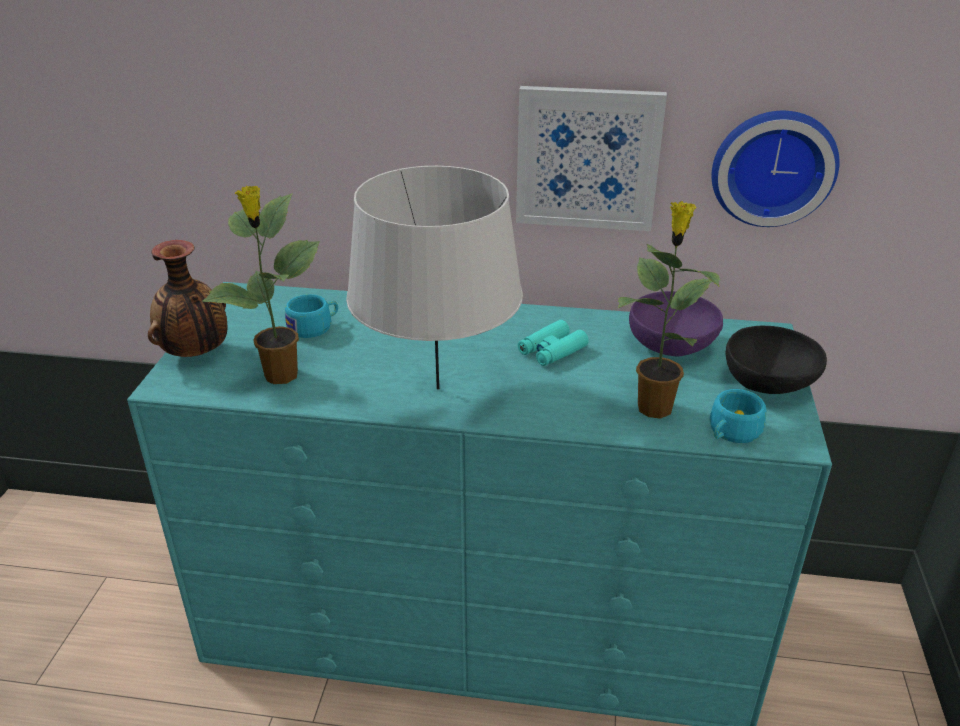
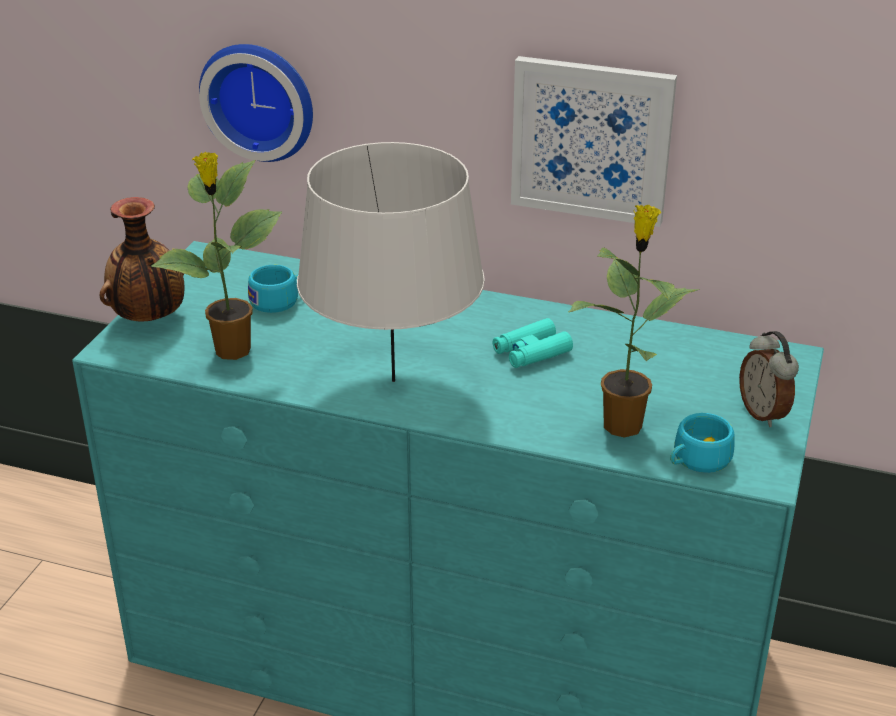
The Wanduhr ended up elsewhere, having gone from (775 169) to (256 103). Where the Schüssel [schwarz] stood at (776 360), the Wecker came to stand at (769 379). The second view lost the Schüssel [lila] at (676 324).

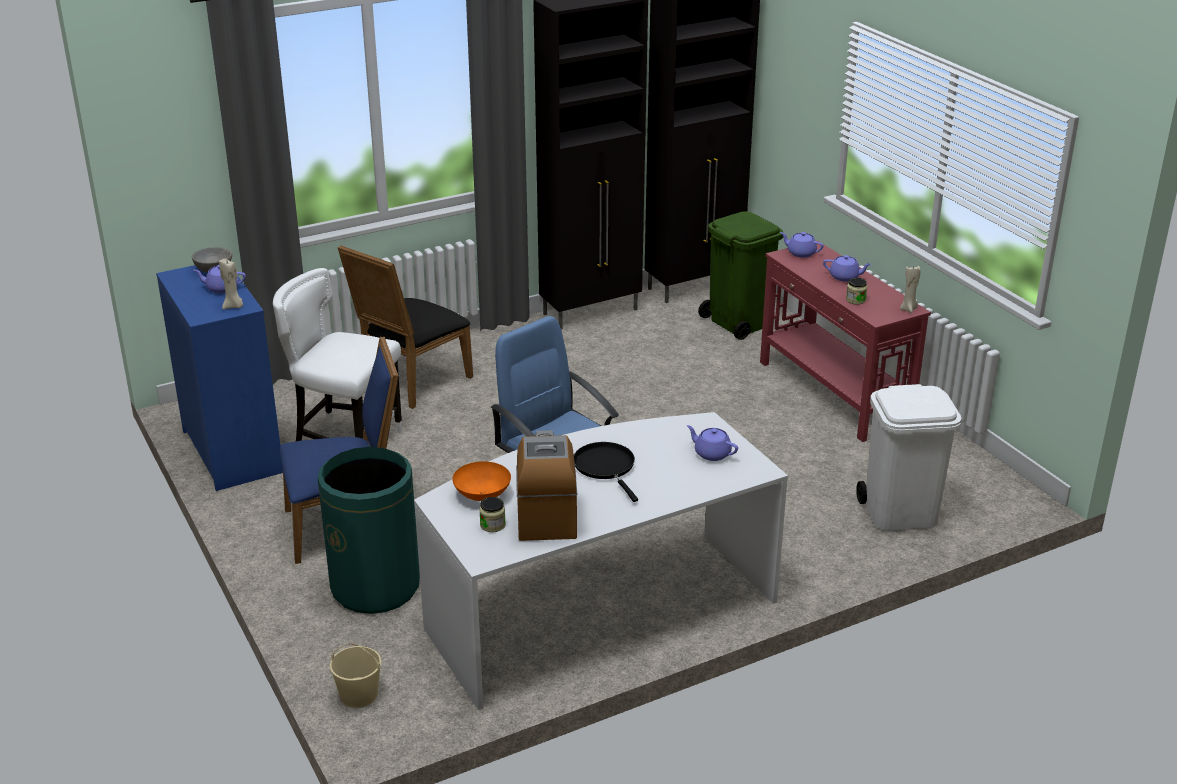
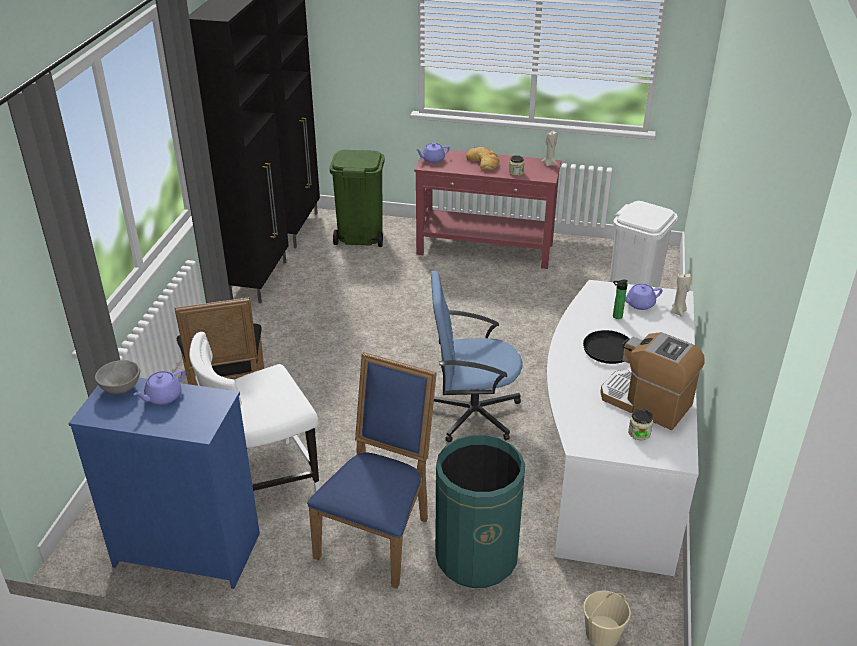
Where the Teekanne [lila] stood at (847 268), the Brot came to stand at (483 159). The second view gained the Flasche at (620 299). The Kerze [beige] ended up elsewhere, having gone from (231 283) to (680 295). The second view lost the Schüssel [orange] at (481 481).

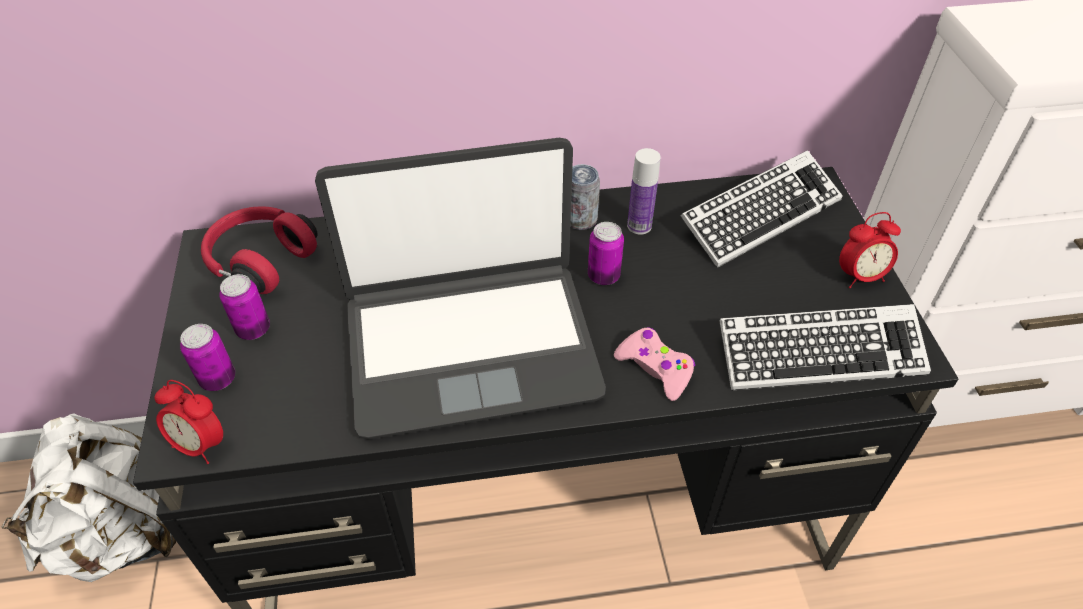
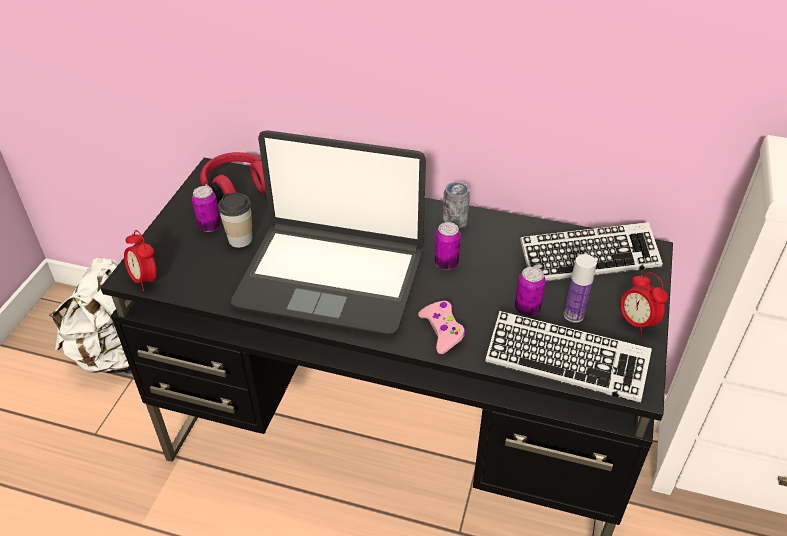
The second view gained the Tasse at (235 220). The Dose ended up elsewhere, having gone from (207 357) to (530 291). The Flasche ended up elsewhere, having gone from (644 191) to (580 288). The Wecker at (870 250) ended up facing another way, 45 degrees clockwise from before.

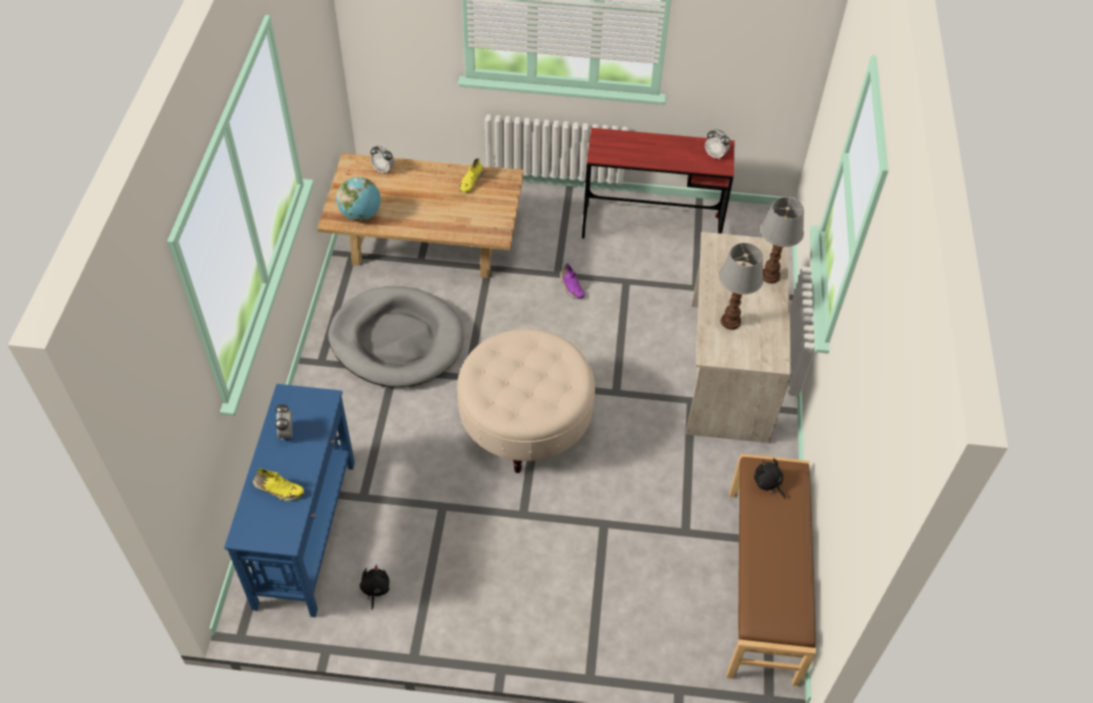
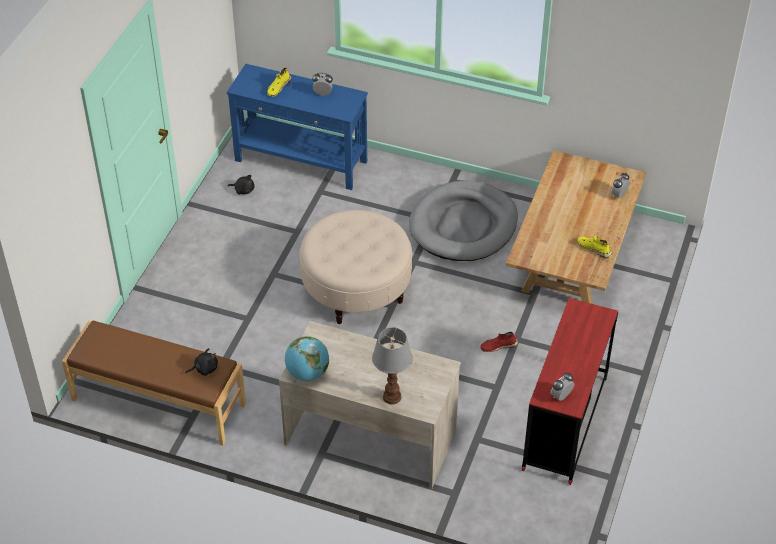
The Globus ended up elsewhere, having gone from (358 199) to (307 358). What was the Schuh [lila] at (572 281) turned into the Schuh [rot] at (499 342). The second view lost the Tischlampe at (741 286).

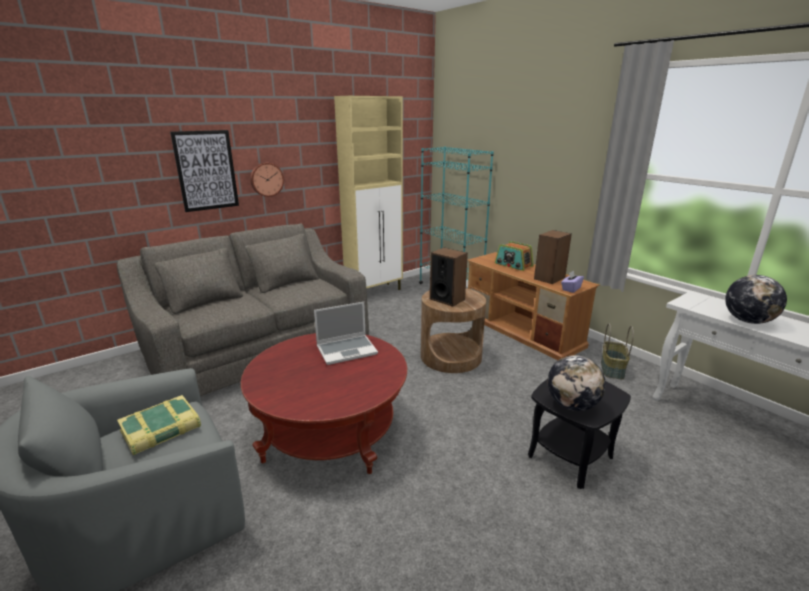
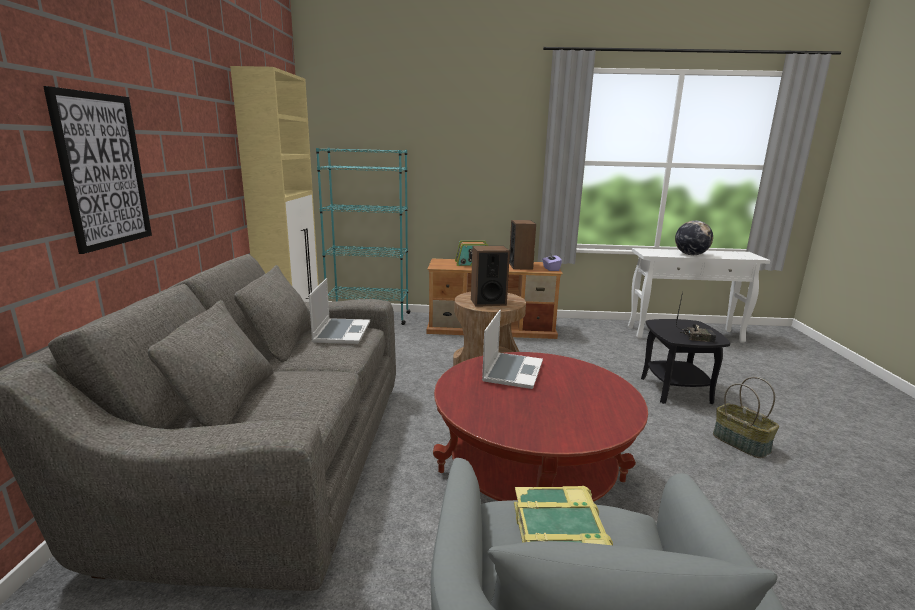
The second view gained the Laptop at (339 311). Where the Globus stood at (577 383), the Radio came to stand at (696 317). The Korb ended up elsewhere, having gone from (617 351) to (746 417). The second view lost the Wanduhr at (267 179).

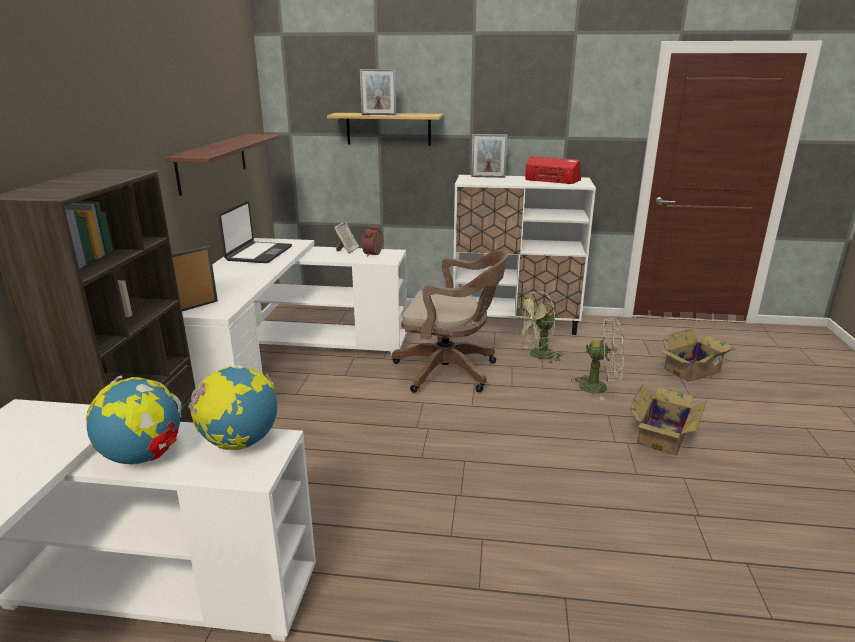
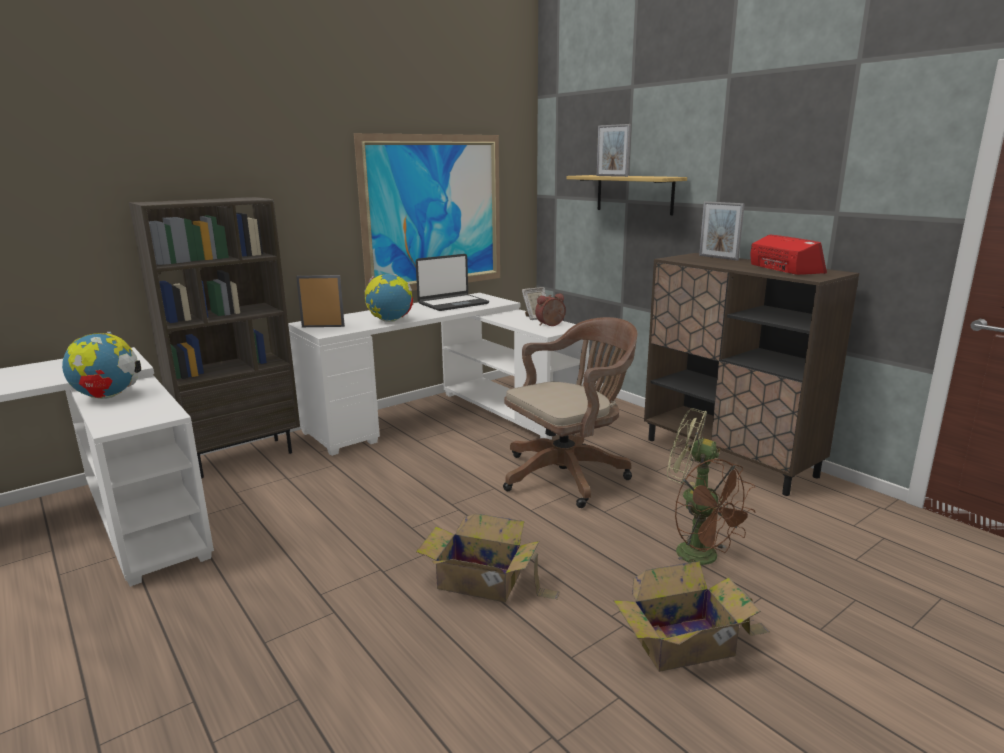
Where the Wandregal hung at (222 165), the Bild came to hang at (427 212). The Globus ended up elsewhere, having gone from (232 407) to (388 298). The Karton ended up elsewhere, having gone from (697 355) to (488 557). The Bürostuhl [braun] at (450 321) ended up facing another way, 90 degrees counterclockwise from before. What was the Schrank [weiß] at (524 255) turned into the Schrank [braun] at (751 374). What was the Ventilator [grün] at (597 359) turned into the Ventilator [braun] at (715 512).

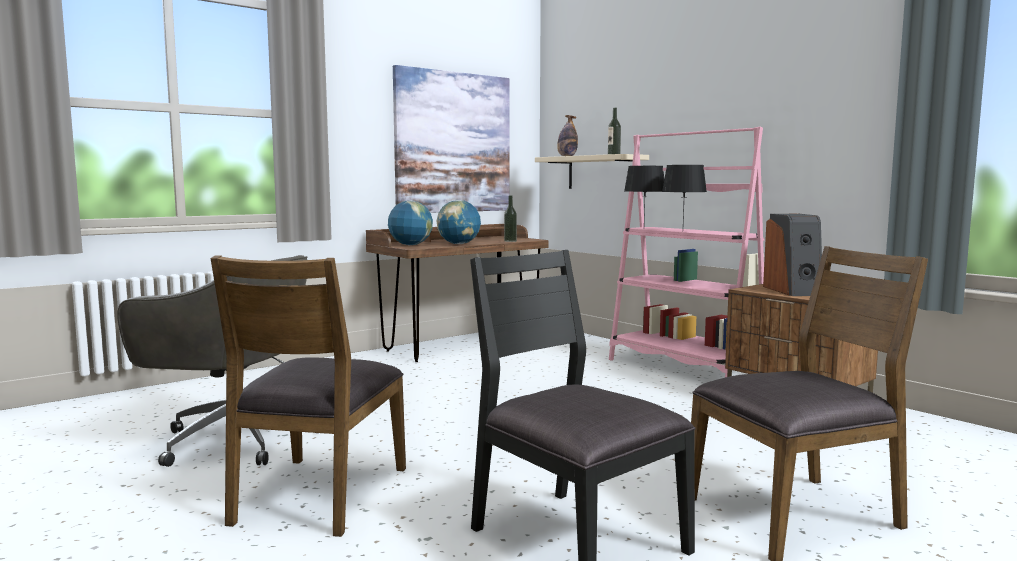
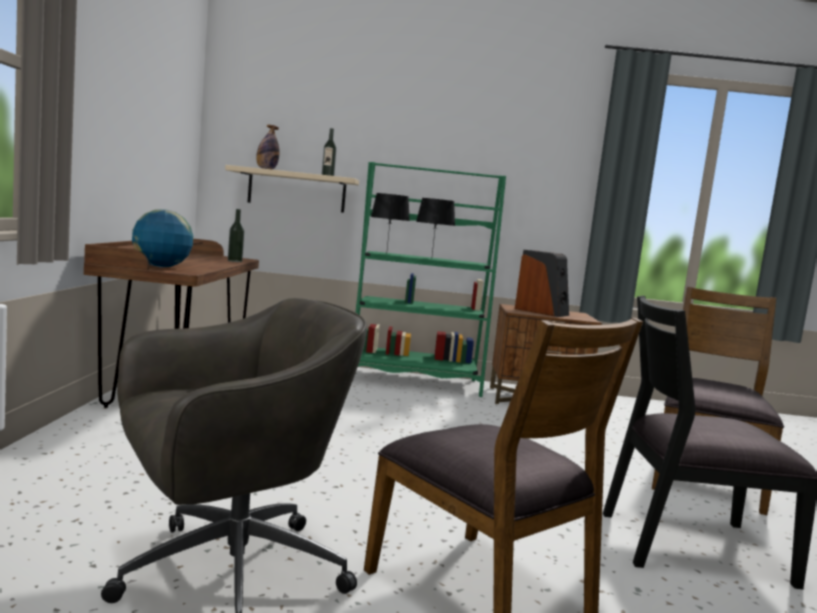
What was the Bücherregal [rosa] at (686 252) turned into the Bücherregal [grün] at (431 279). The second view lost the Bild at (451 139). The second view lost the Globus at (459 222).

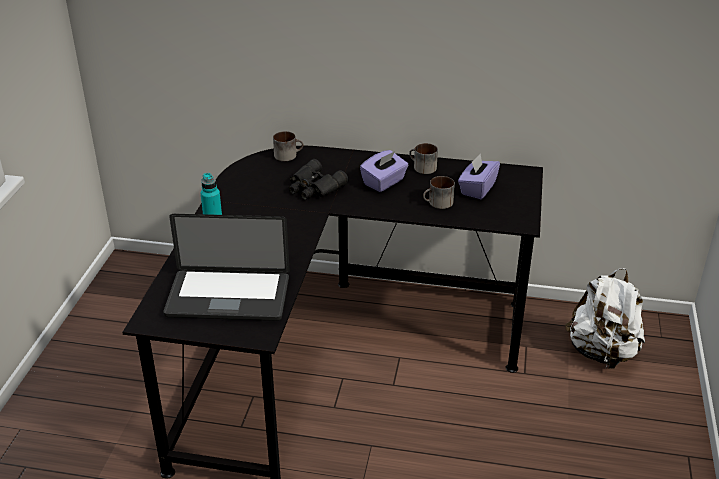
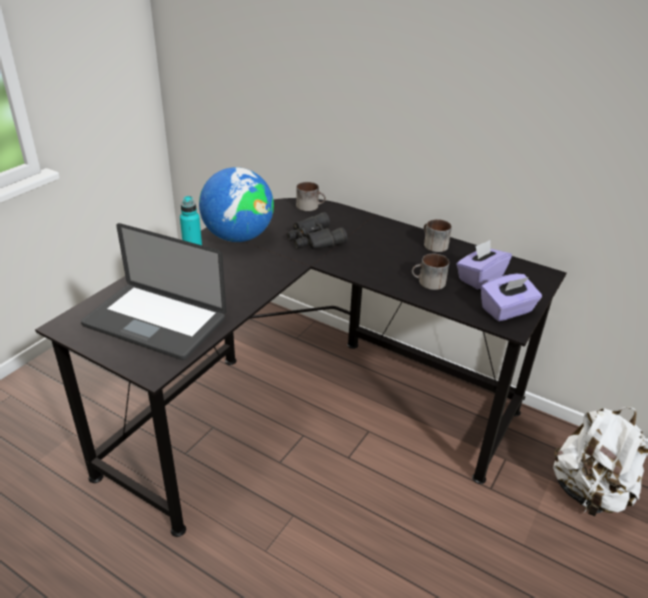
The second view gained the Globus at (236 204). The Taschentuchbox [lila] ended up elsewhere, having gone from (384 171) to (511 297).

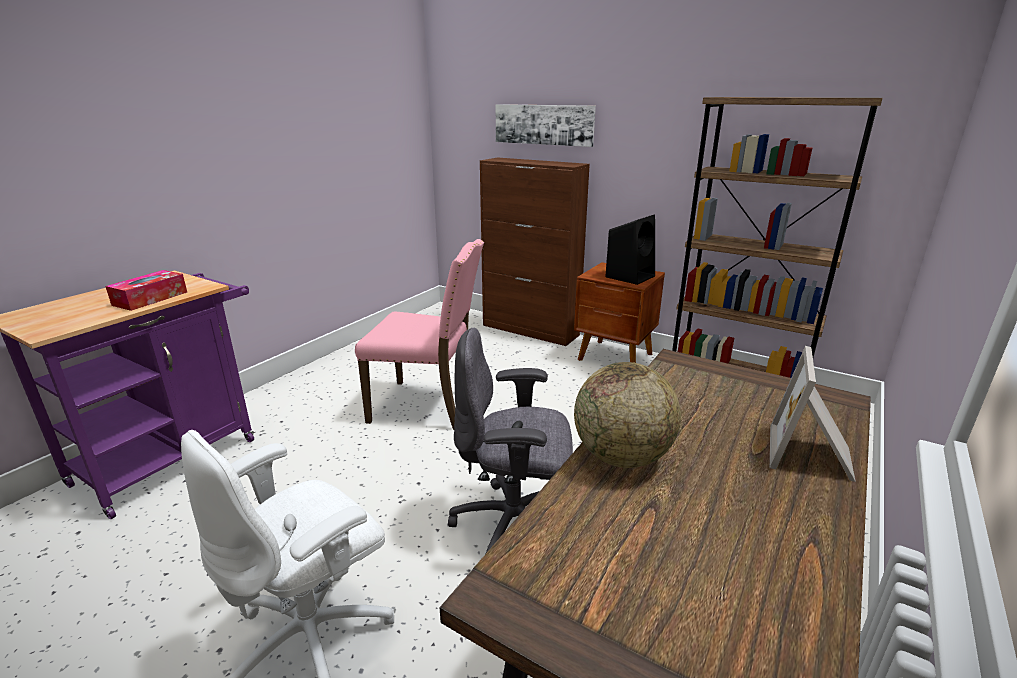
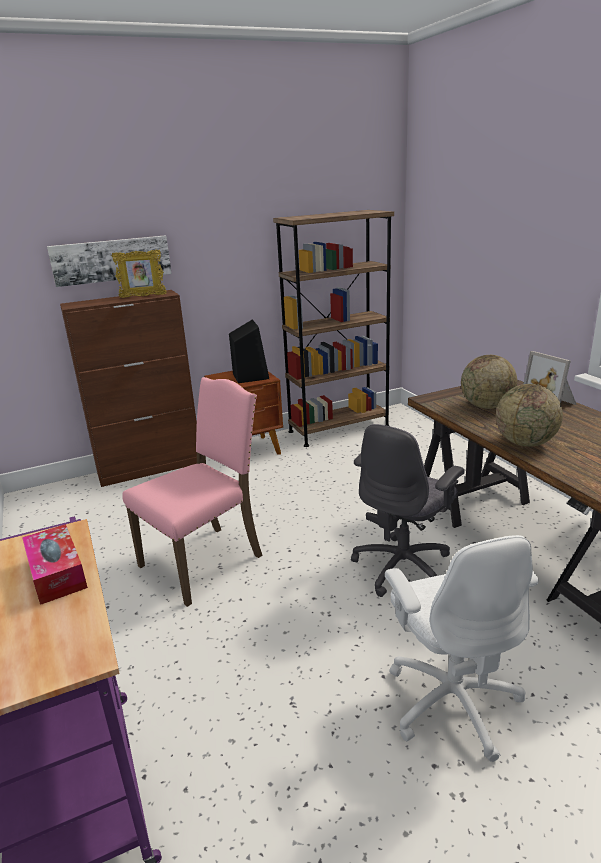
The second view gained the Bilderrahmen at (139 274). The second view gained the Globus at (489 382).

